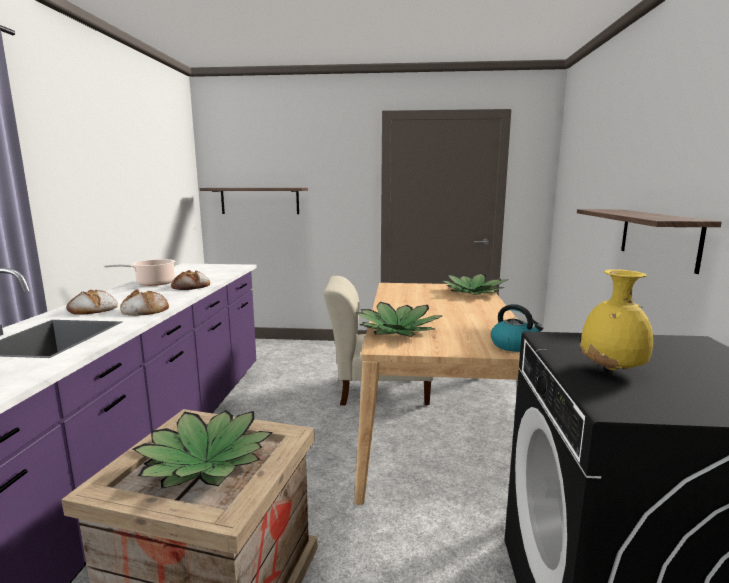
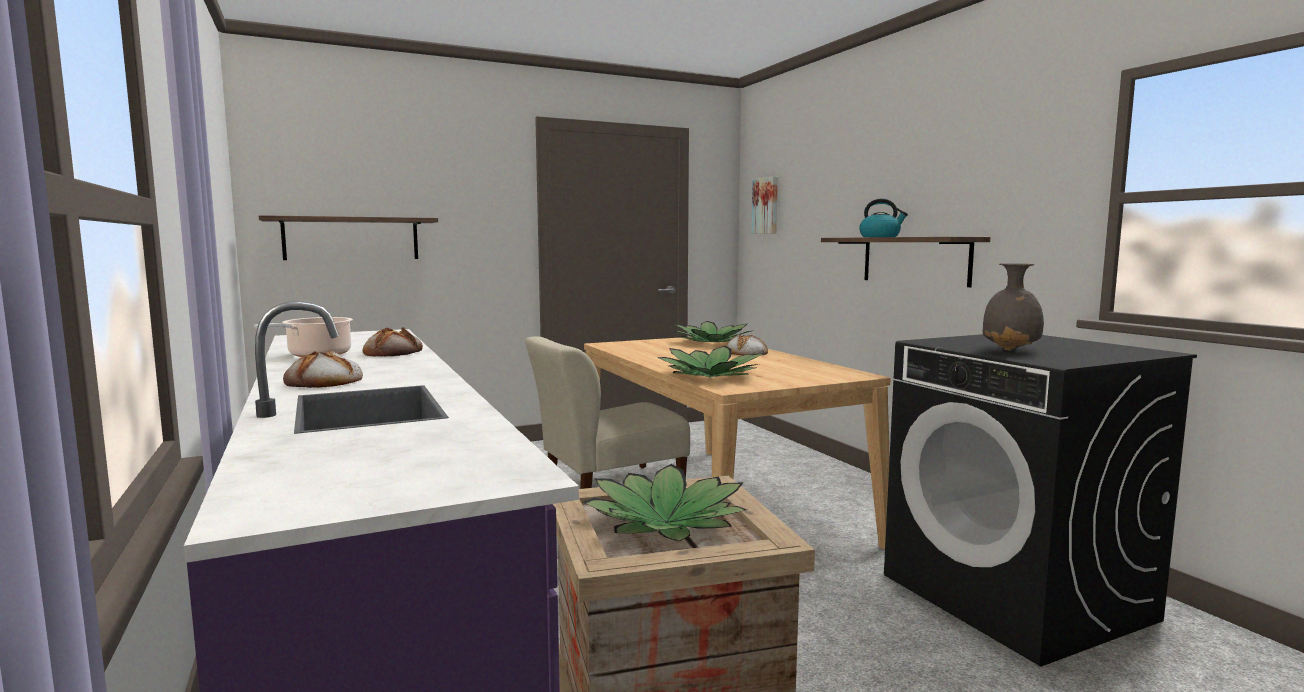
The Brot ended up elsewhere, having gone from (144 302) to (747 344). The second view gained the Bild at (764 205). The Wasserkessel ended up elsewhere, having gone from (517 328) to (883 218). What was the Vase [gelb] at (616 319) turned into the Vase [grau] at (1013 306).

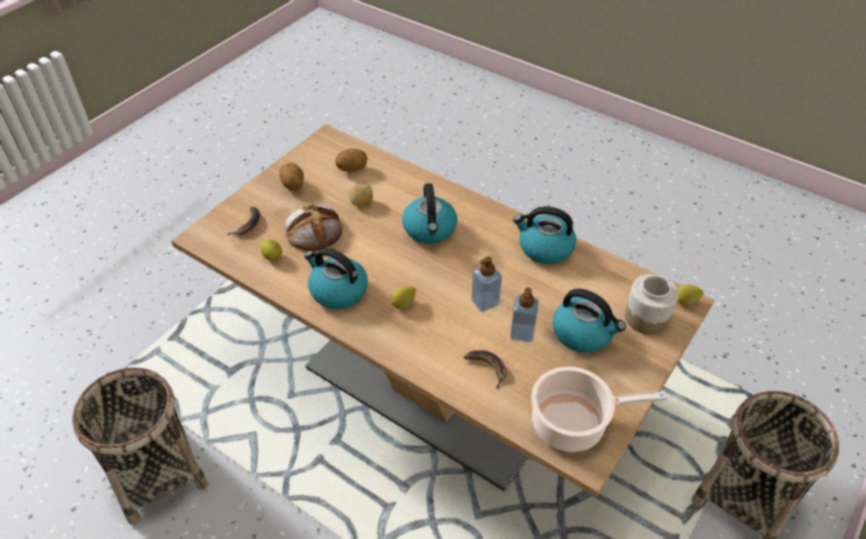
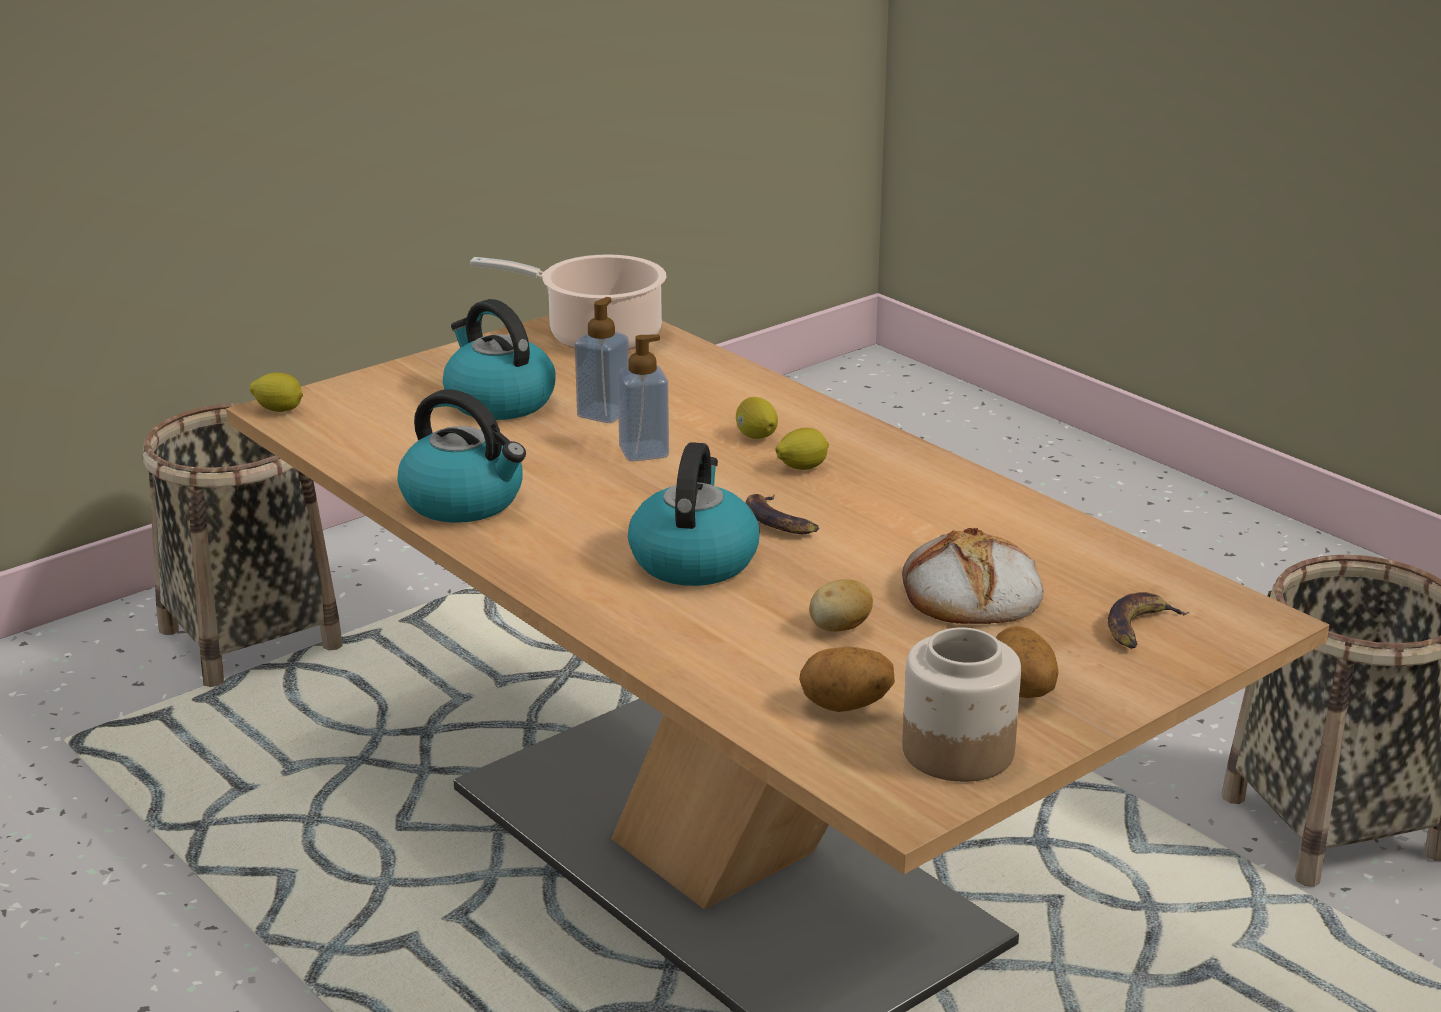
The Zitrone ended up elsewhere, having gone from (271 250) to (757 418). The Banane ended up elsewhere, having gone from (485 369) to (782 514). The Vorratsglas ended up elsewhere, having gone from (651 304) to (961 704). The second view lost the Wasserkessel at (336 278).

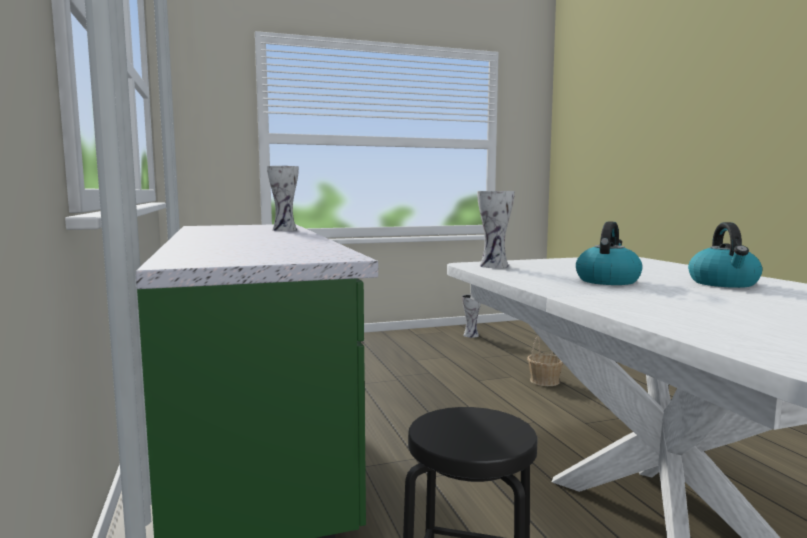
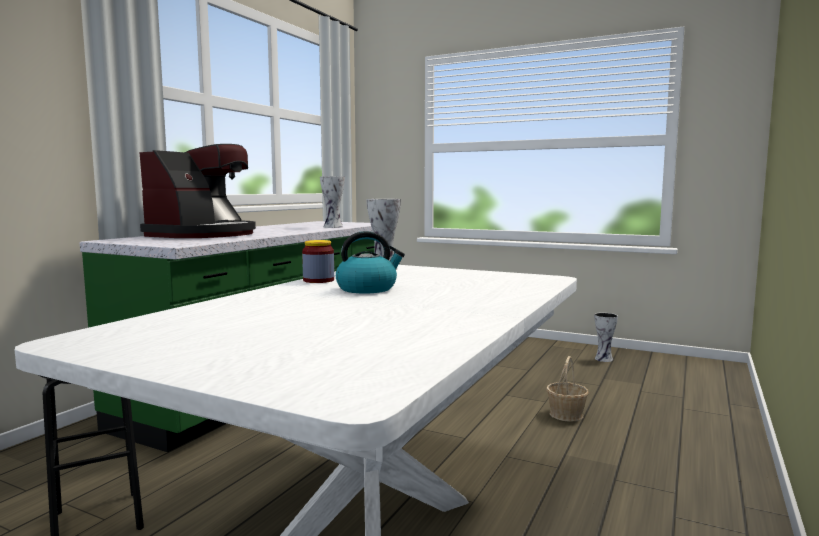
The second view gained the Kaffeemaschine at (197 191). The second view gained the Vorratsglas at (318 261). The second view lost the Wasserkessel at (725 255).

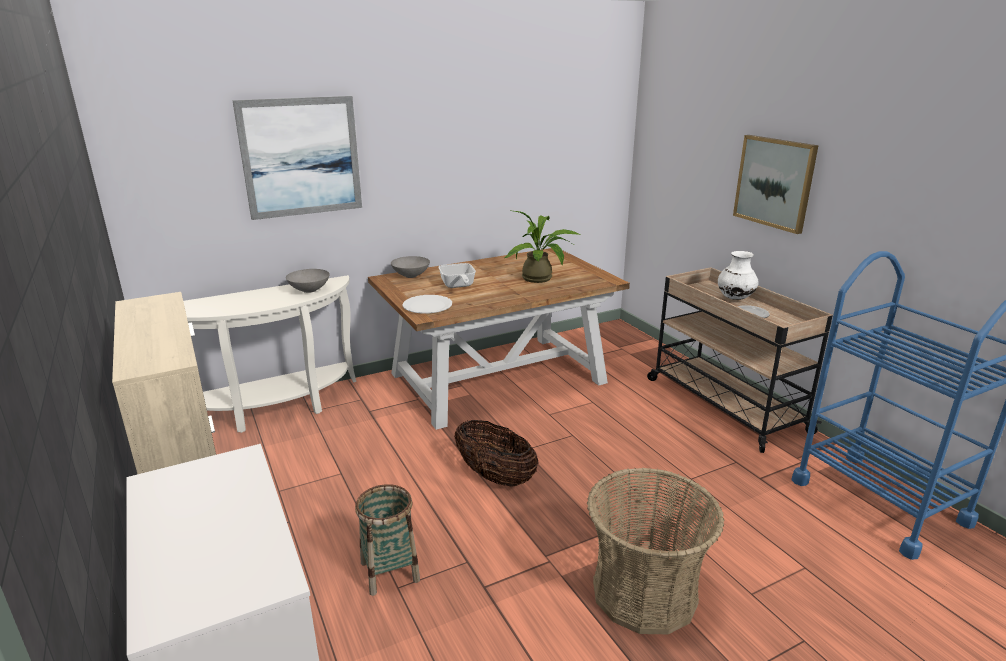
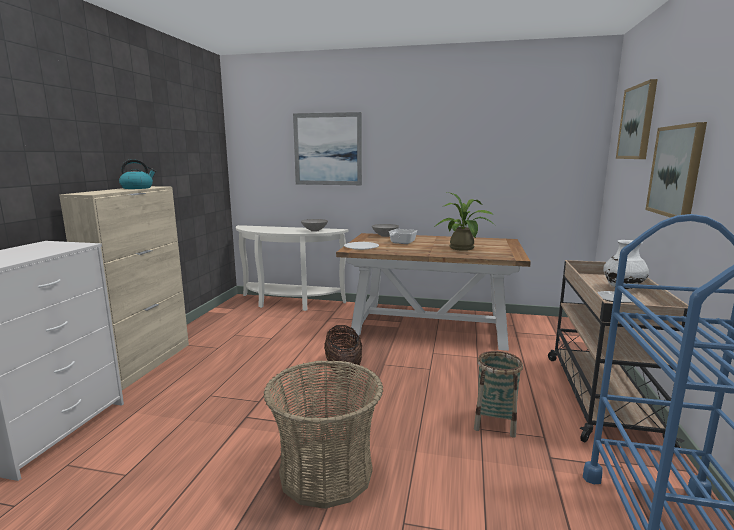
The second view gained the Wasserkessel at (137 174). The Korb ended up elsewhere, having gone from (387 540) to (498 394). The second view gained the Bild at (636 119).

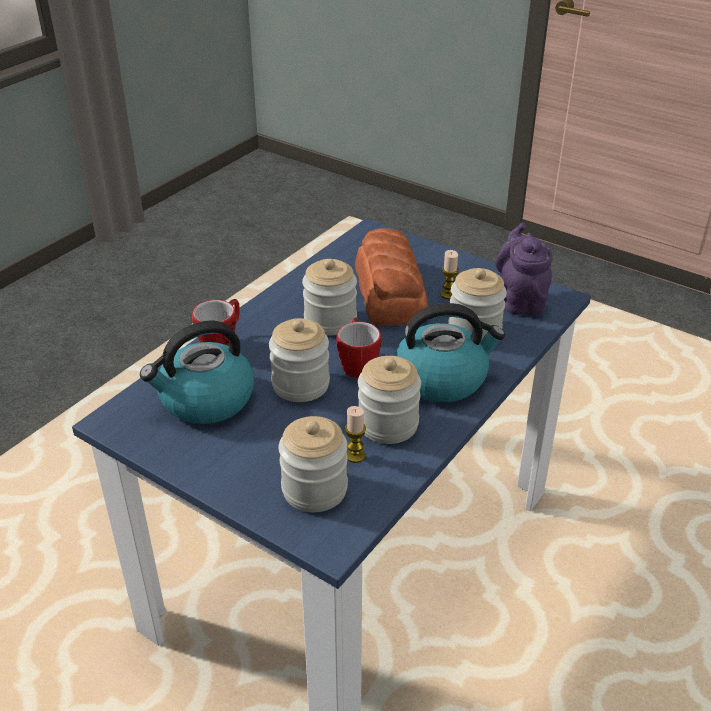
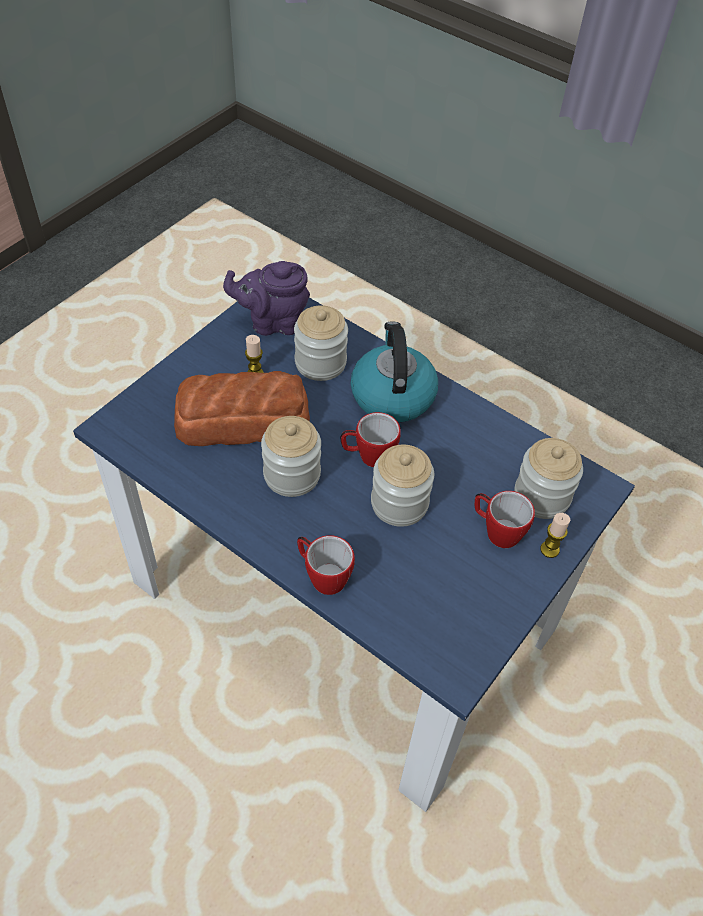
The second view gained the Henkelbecher at (505 519). The Kerze ended up elsewhere, having gone from (355 434) to (555 535). The second view lost the Wasserkessel at (197 372). The second view lost the Vorratsglas at (389 400).

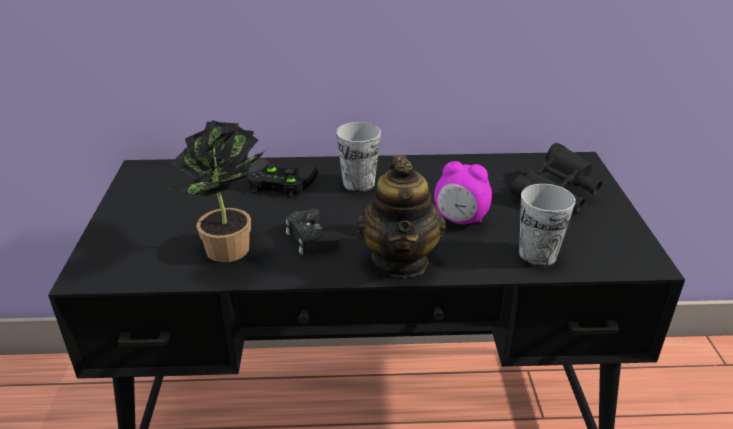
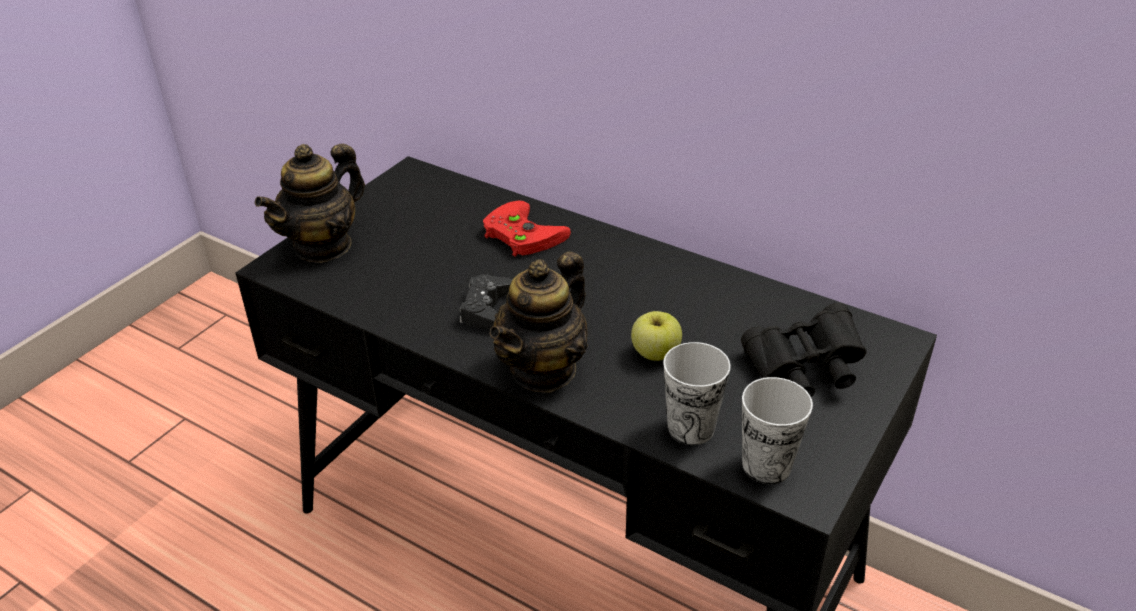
The second view gained the Teekanne at (310 203). What was the Gamepad [schwarz] at (282 178) turned into the Gamepad [rot] at (527 229). Where the Wecker stood at (463 192), the Apfel came to stand at (656 336). The Tasse ended up elsewhere, having gone from (358 157) to (777 430). The second view lost the Topfpflanze at (218 191).

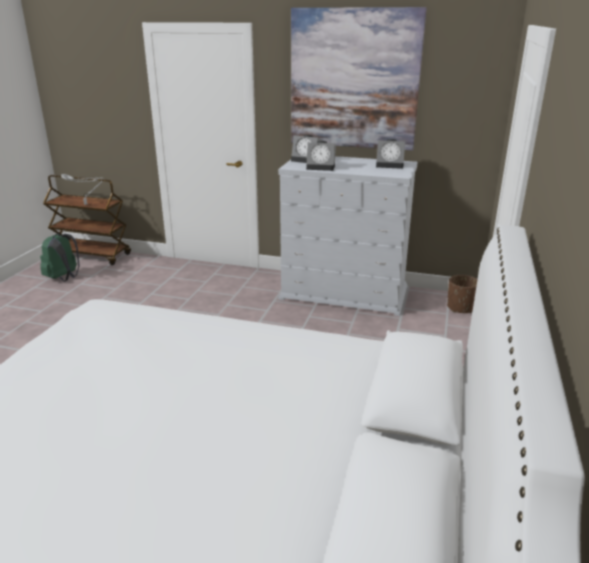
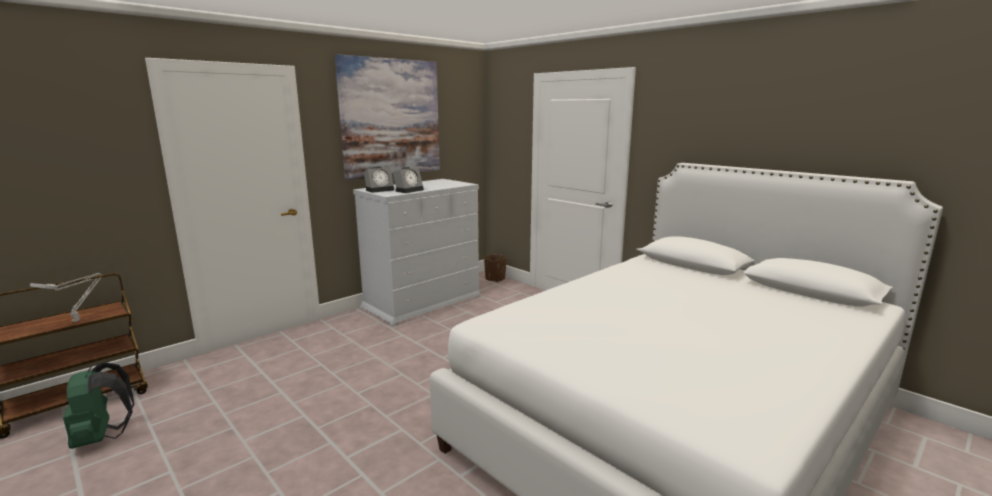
The second view lost the Wecker at (390 154).

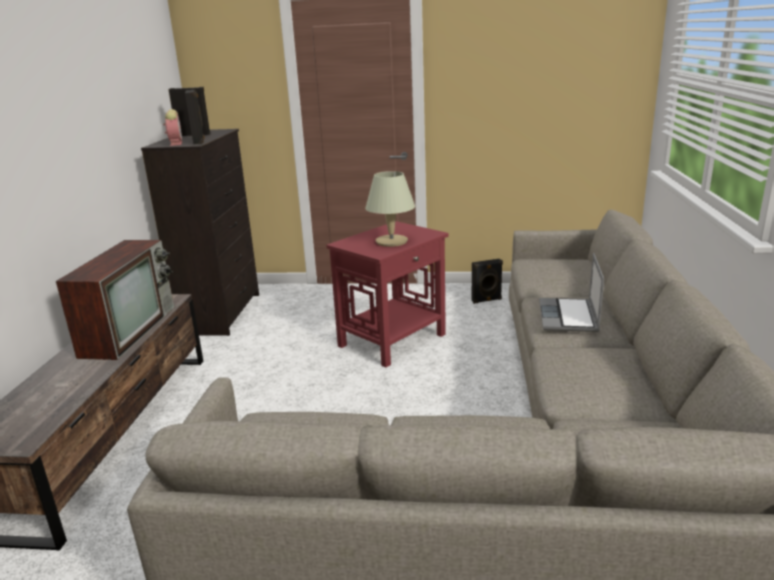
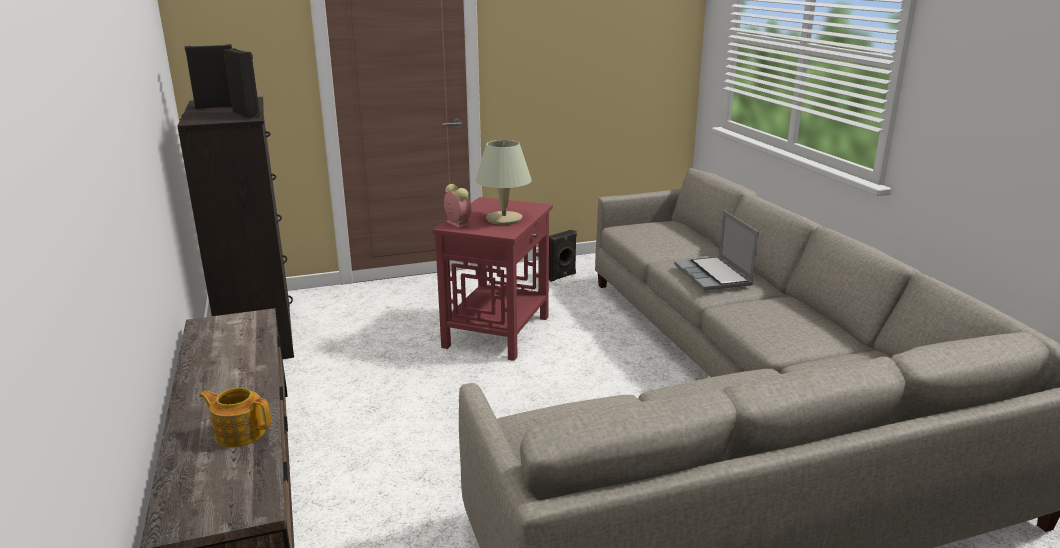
The second view gained the Teekanne at (235 418). The Wecker ended up elsewhere, having gone from (172 127) to (457 206). The second view lost the Fernseher at (115 300).

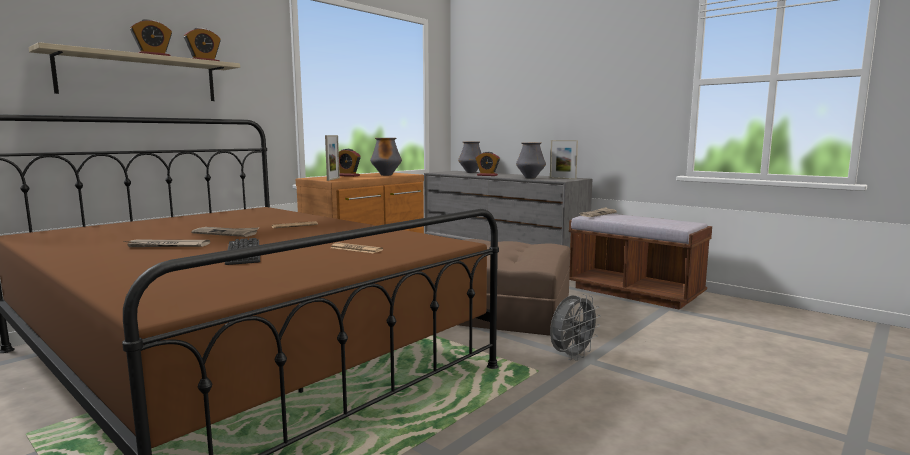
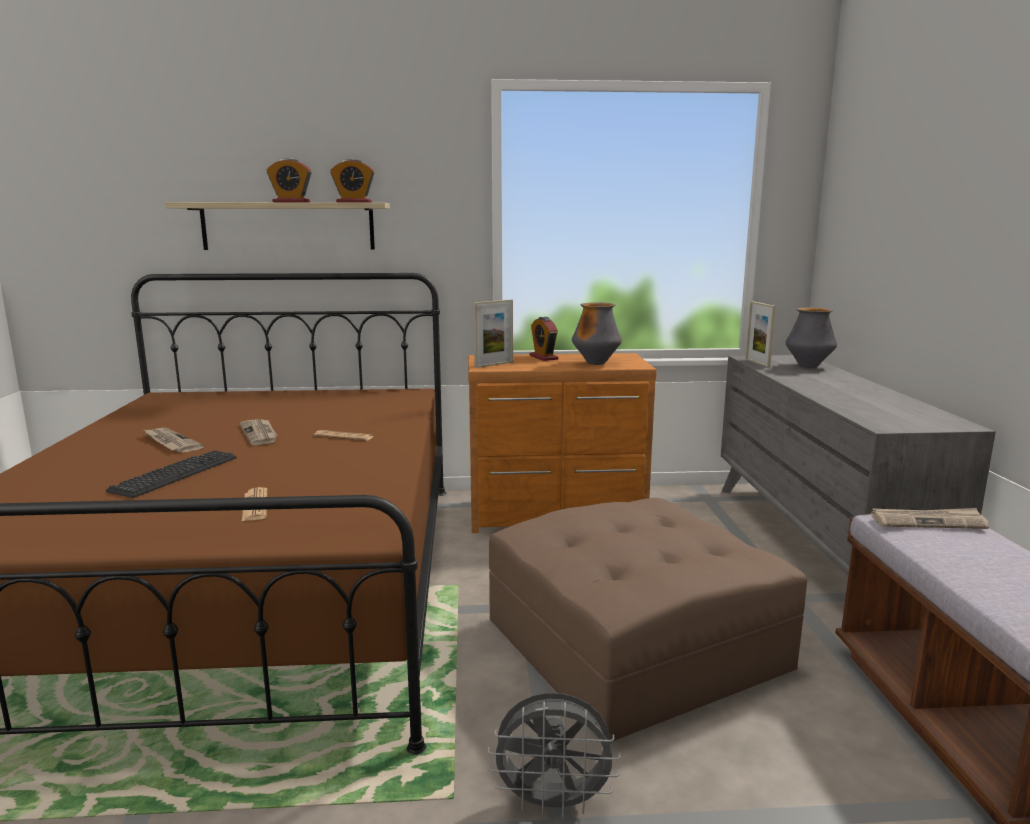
The Bilderrahmen ended up elsewhere, having gone from (564 160) to (760 334). The second view lost the Wecker at (488 164). The second view lost the Vase at (531 160).

